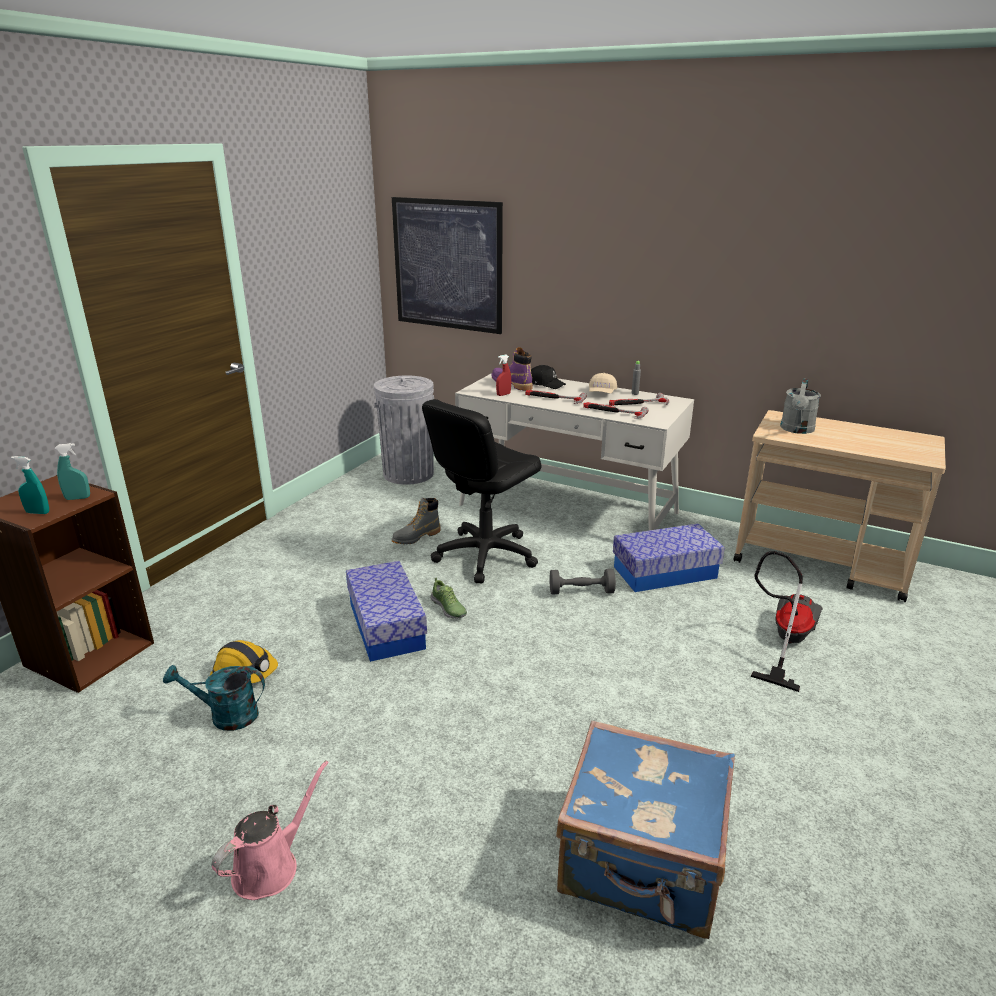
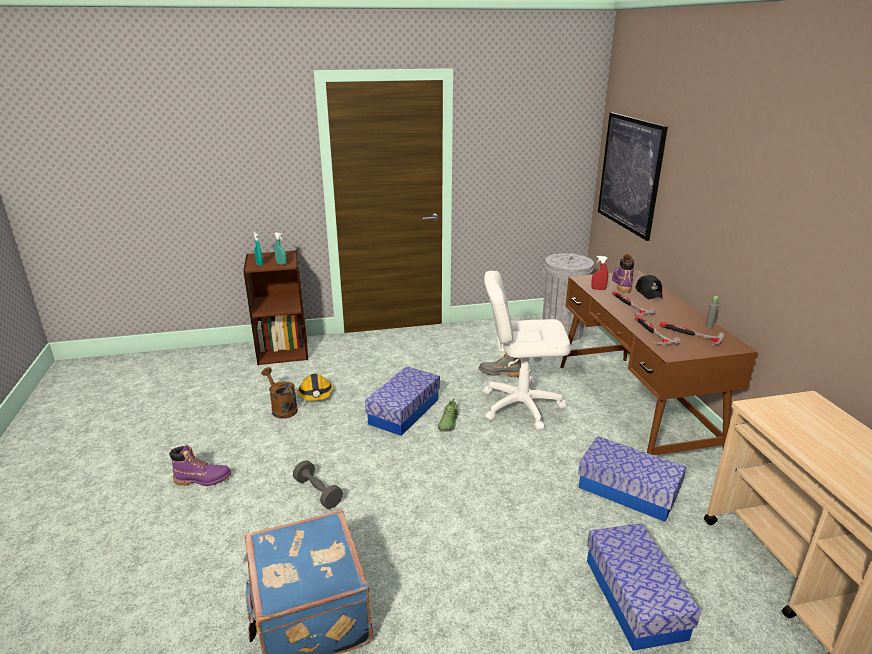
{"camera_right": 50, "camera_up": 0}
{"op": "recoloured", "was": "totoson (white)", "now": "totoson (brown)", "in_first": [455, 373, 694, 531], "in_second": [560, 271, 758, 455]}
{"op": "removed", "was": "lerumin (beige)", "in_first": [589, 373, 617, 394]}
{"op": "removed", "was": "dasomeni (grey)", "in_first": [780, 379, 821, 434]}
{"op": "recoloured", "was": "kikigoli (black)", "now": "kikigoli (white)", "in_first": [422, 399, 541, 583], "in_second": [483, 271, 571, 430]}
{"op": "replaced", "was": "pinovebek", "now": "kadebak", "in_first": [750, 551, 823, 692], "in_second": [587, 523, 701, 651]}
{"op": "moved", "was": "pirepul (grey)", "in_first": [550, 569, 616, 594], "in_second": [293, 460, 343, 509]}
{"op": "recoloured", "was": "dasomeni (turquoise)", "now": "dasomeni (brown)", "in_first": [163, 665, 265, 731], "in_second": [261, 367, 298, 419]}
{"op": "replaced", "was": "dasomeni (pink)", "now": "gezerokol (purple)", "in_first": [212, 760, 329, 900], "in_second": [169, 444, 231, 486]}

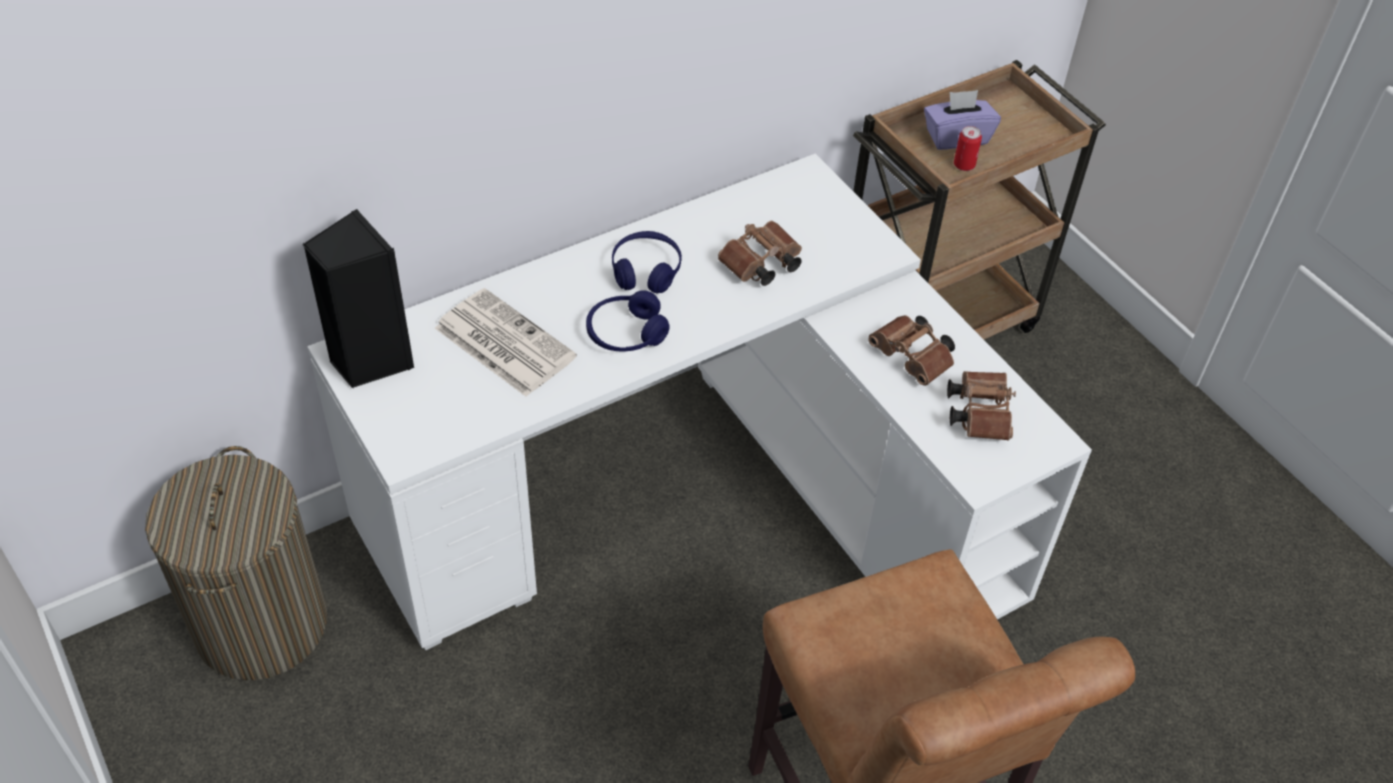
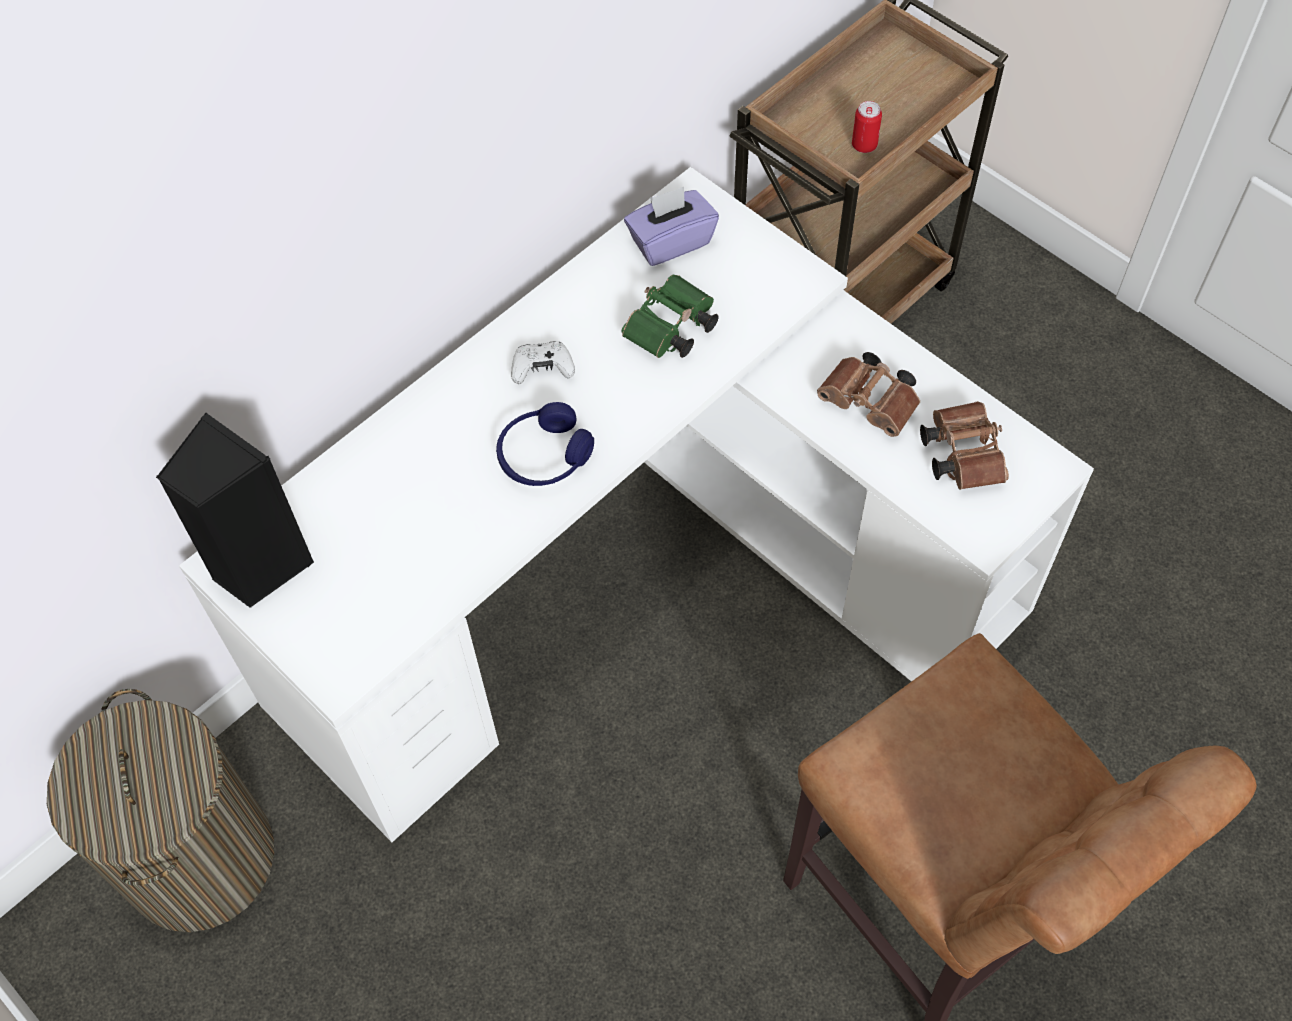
{"camera_right": -10, "camera_up": 10}
{"op": "moved", "was": "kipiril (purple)", "in_first": [924, 90, 1001, 150], "in_second": [624, 187, 719, 266]}
{"op": "recoloured", "was": "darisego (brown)", "now": "darisego (green)", "in_first": [718, 221, 802, 286], "in_second": [621, 275, 719, 358]}
{"op": "replaced", "was": "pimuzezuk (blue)", "now": "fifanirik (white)", "in_first": [612, 231, 682, 293], "in_second": [511, 341, 575, 384]}
{"op": "removed", "was": "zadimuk", "in_first": [435, 288, 577, 397]}

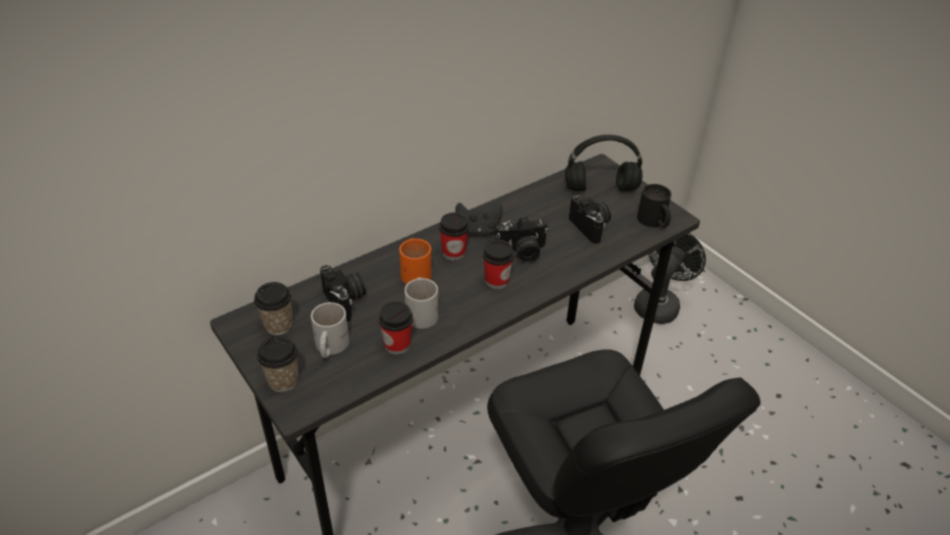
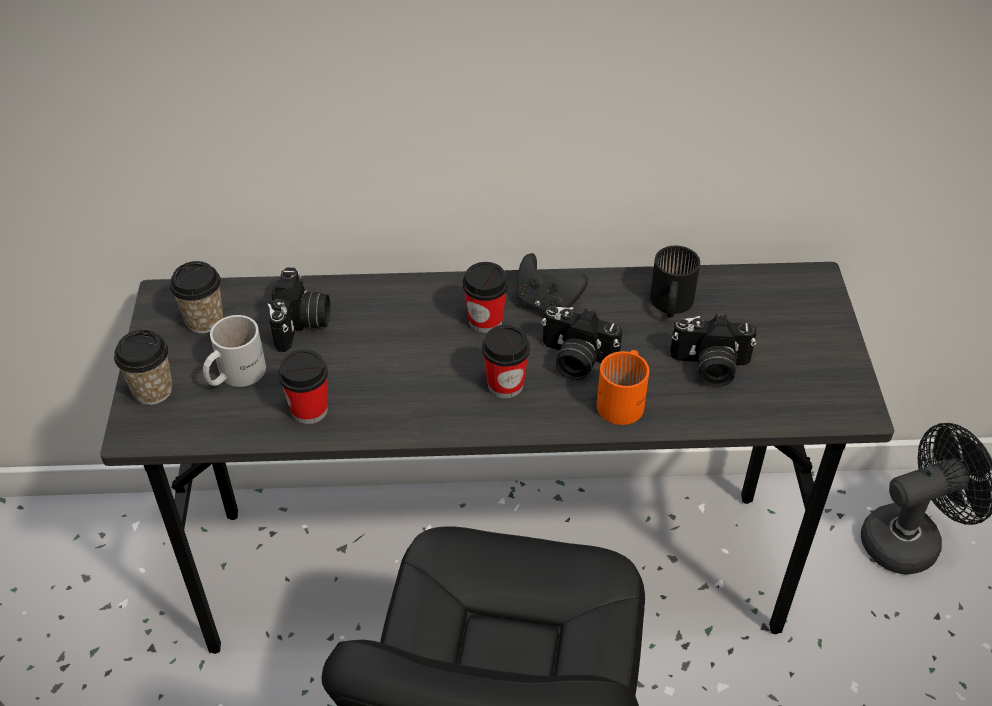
{"camera_right": 35, "camera_up": 5}
{"op": "removed", "was": "pimuzezuk (black)", "in_first": [565, 135, 643, 191]}
{"op": "moved", "was": "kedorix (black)", "in_first": [637, 184, 671, 228], "in_second": [650, 246, 700, 317]}
{"op": "turned", "was": "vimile", "in_first": [569, 194, 611, 244], "in_second": [670, 314, 757, 387], "clockwise": 90}
{"op": "moved", "was": "kedorix (orange)", "in_first": [399, 239, 432, 284], "in_second": [597, 350, 649, 425]}
{"op": "removed", "was": "kedorix (white)", "in_first": [405, 277, 438, 329]}

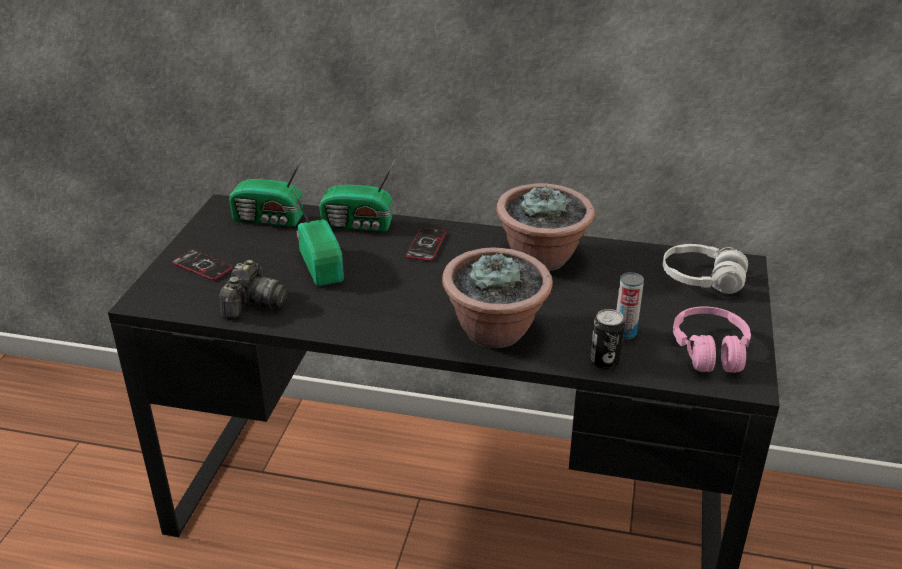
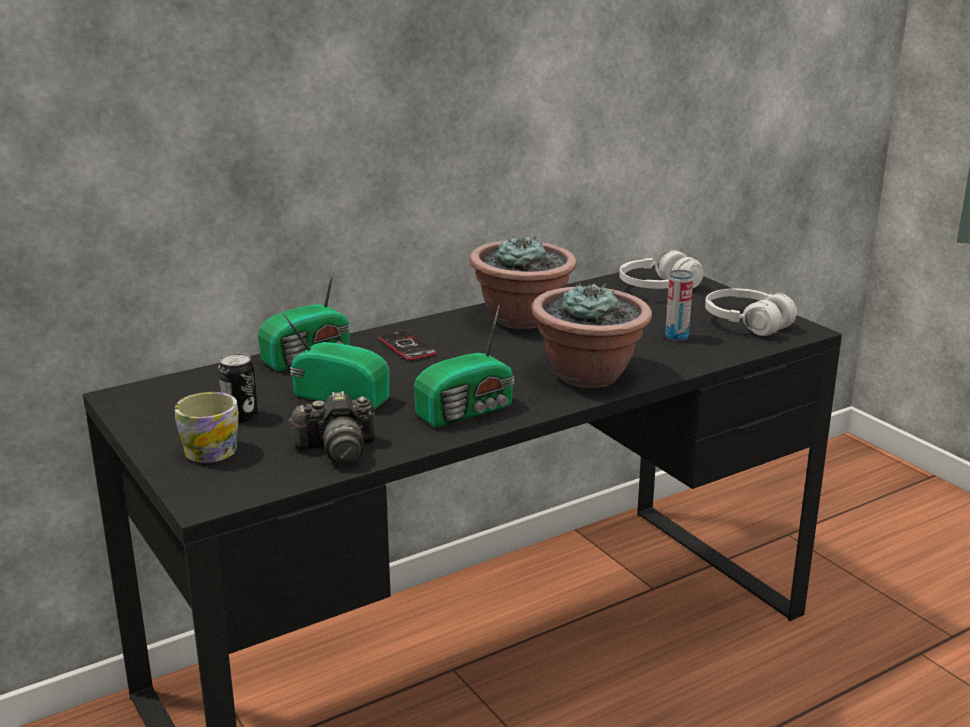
{"camera_right": -45, "camera_up": -10}
{"op": "moved", "was": "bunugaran", "in_first": [229, 154, 304, 226], "in_second": [414, 306, 514, 427]}
{"op": "replaced", "was": "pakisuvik", "now": "kedorix", "in_first": [172, 250, 233, 280], "in_second": [175, 392, 239, 463]}
{"op": "turned", "was": "vimile", "in_first": [220, 260, 287, 320], "in_second": [289, 391, 376, 465], "clockwise": 105}
{"op": "recoloured", "was": "pimuzezuk (pink)", "now": "pimuzezuk (white)", "in_first": [673, 306, 751, 373], "in_second": [705, 289, 797, 336]}
{"op": "moved", "was": "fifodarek", "in_first": [590, 309, 625, 369], "in_second": [218, 353, 258, 422]}

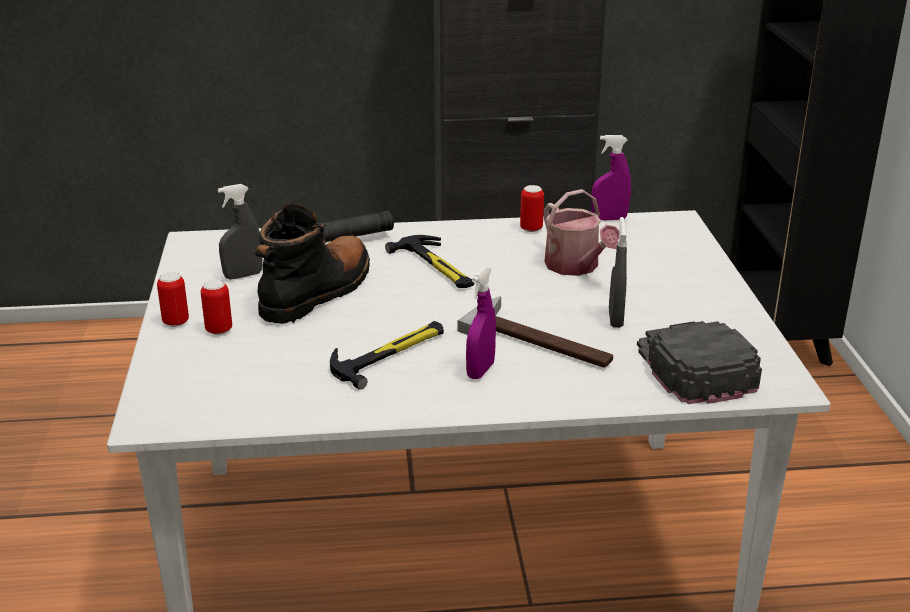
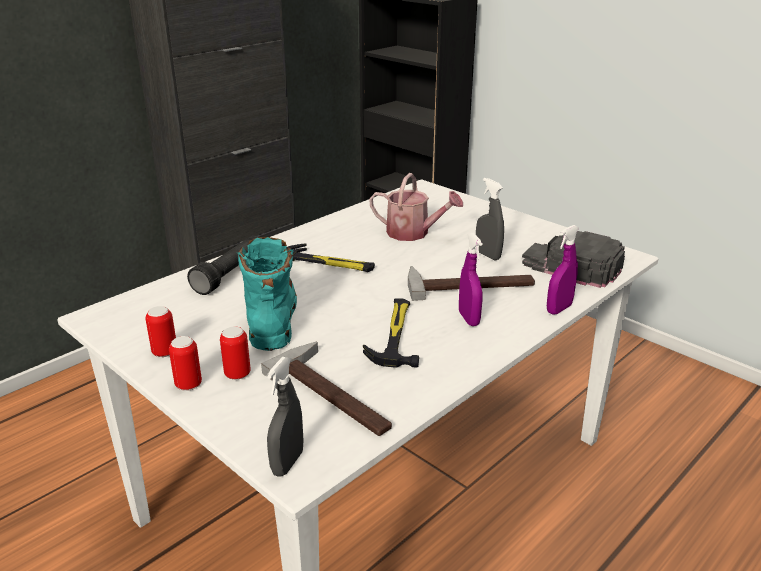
{"camera_right": -40, "camera_up": 0}
{"op": "moved", "was": "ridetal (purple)", "in_first": [591, 135, 631, 220], "in_second": [547, 225, 579, 315]}
{"op": "moved", "was": "ridetal (grey)", "in_first": [218, 184, 263, 279], "in_second": [267, 357, 304, 477]}
{"op": "moved", "was": "fifodarek", "in_first": [520, 185, 544, 232], "in_second": [145, 306, 176, 357]}
{"op": "recoloured", "was": "gezerokol (black)", "now": "gezerokol (turquoise)", "in_first": [255, 204, 370, 324], "in_second": [237, 237, 297, 351]}
{"op": "added", "now": "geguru", "in_second": [261, 342, 392, 436]}

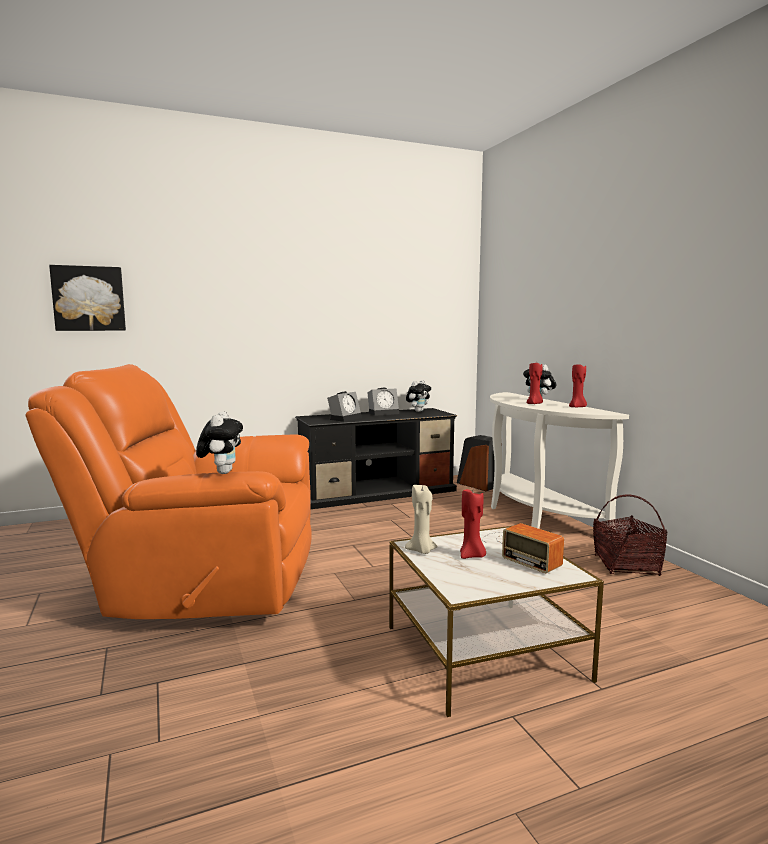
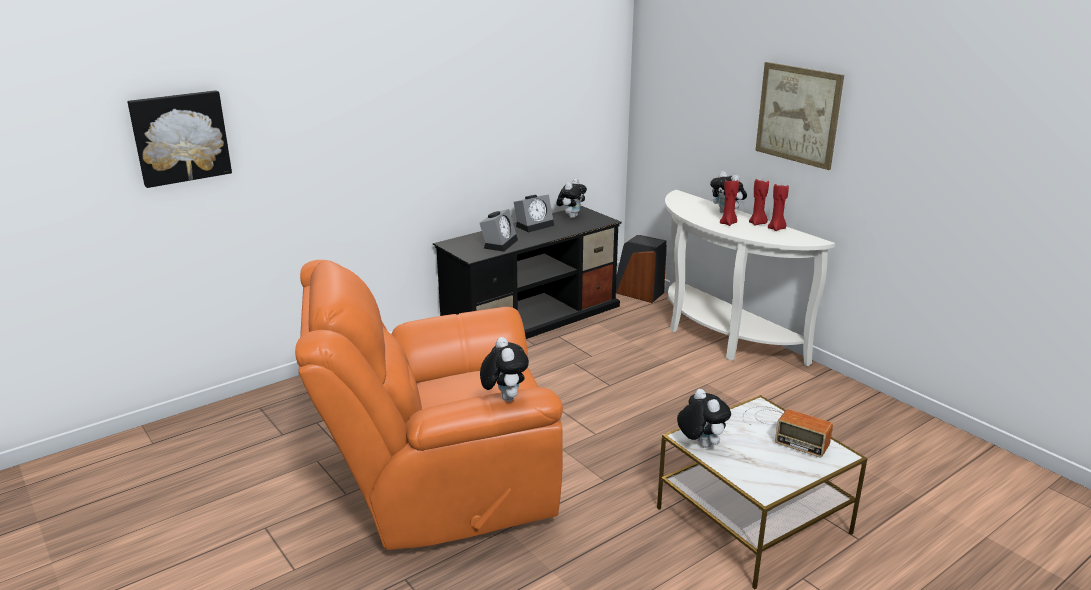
{"camera_right": -15, "camera_up": 15}
{"op": "replaced", "was": "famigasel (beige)", "now": "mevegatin", "in_first": [405, 484, 438, 554], "in_second": [677, 389, 731, 448]}
{"op": "moved", "was": "famigasel (red)", "in_first": [460, 489, 486, 559], "in_second": [749, 179, 769, 226]}
{"op": "removed", "was": "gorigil", "in_first": [593, 495, 668, 576]}
{"op": "added", "now": "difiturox", "in_second": [755, 62, 844, 170]}

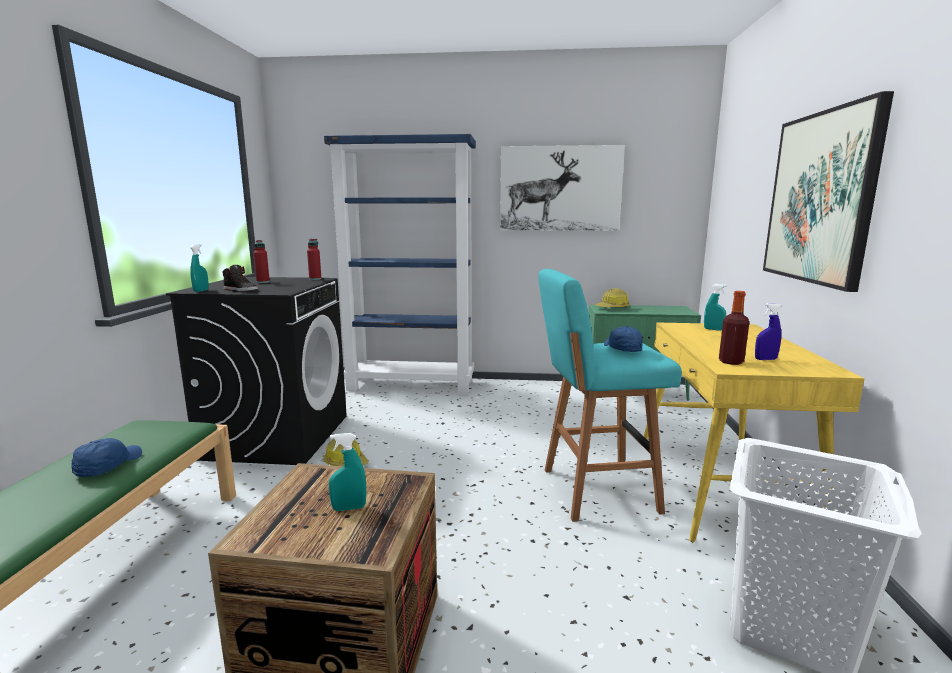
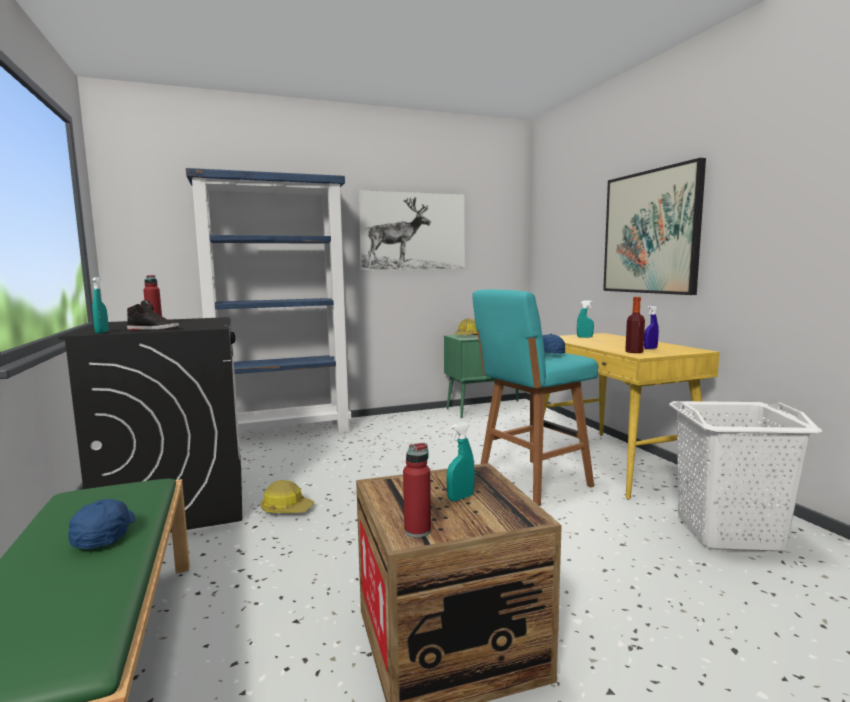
{"camera_right": -25, "camera_up": -5}
{"op": "moved", "was": "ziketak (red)", "in_first": [307, 239, 322, 280], "in_second": [403, 443, 431, 538]}

